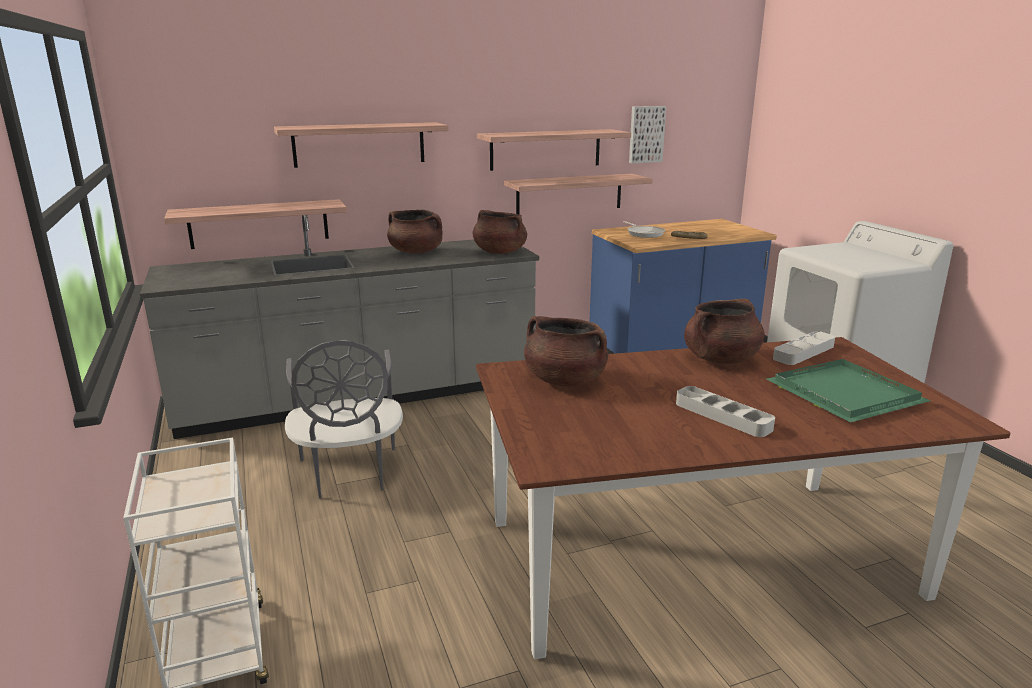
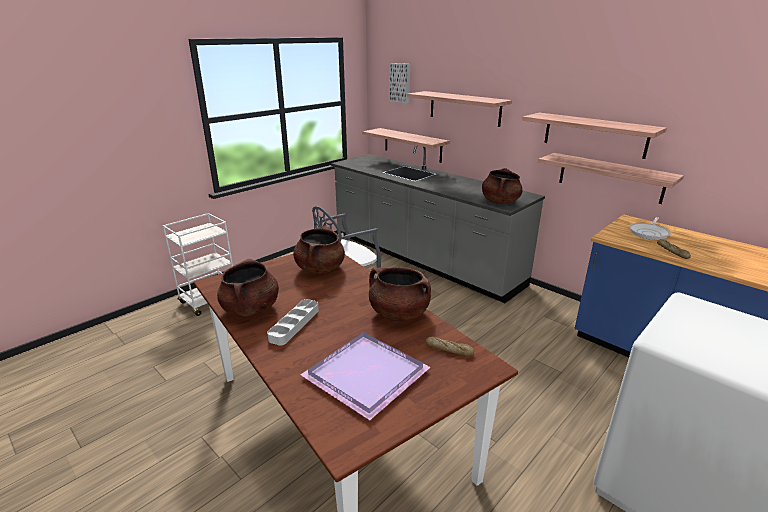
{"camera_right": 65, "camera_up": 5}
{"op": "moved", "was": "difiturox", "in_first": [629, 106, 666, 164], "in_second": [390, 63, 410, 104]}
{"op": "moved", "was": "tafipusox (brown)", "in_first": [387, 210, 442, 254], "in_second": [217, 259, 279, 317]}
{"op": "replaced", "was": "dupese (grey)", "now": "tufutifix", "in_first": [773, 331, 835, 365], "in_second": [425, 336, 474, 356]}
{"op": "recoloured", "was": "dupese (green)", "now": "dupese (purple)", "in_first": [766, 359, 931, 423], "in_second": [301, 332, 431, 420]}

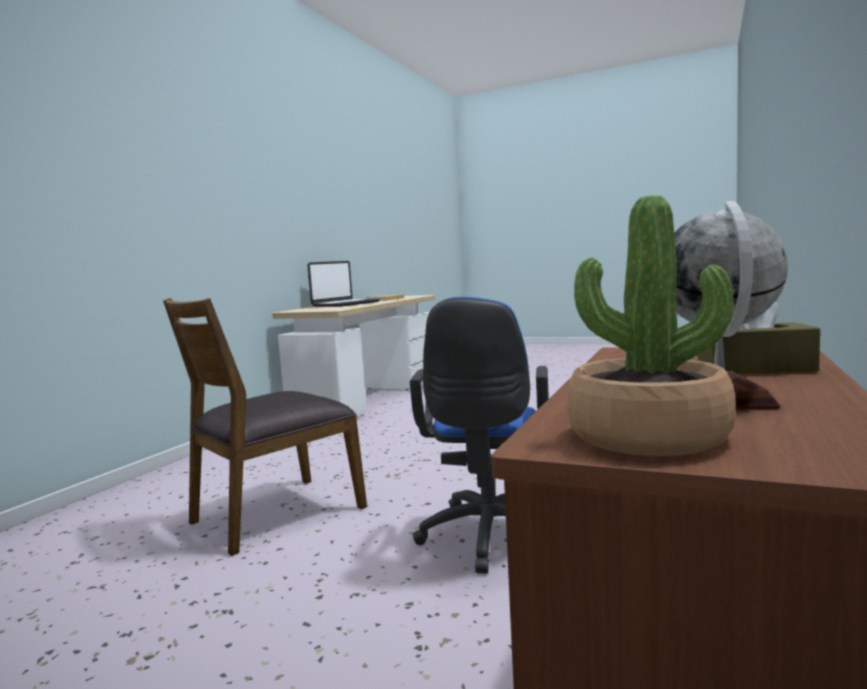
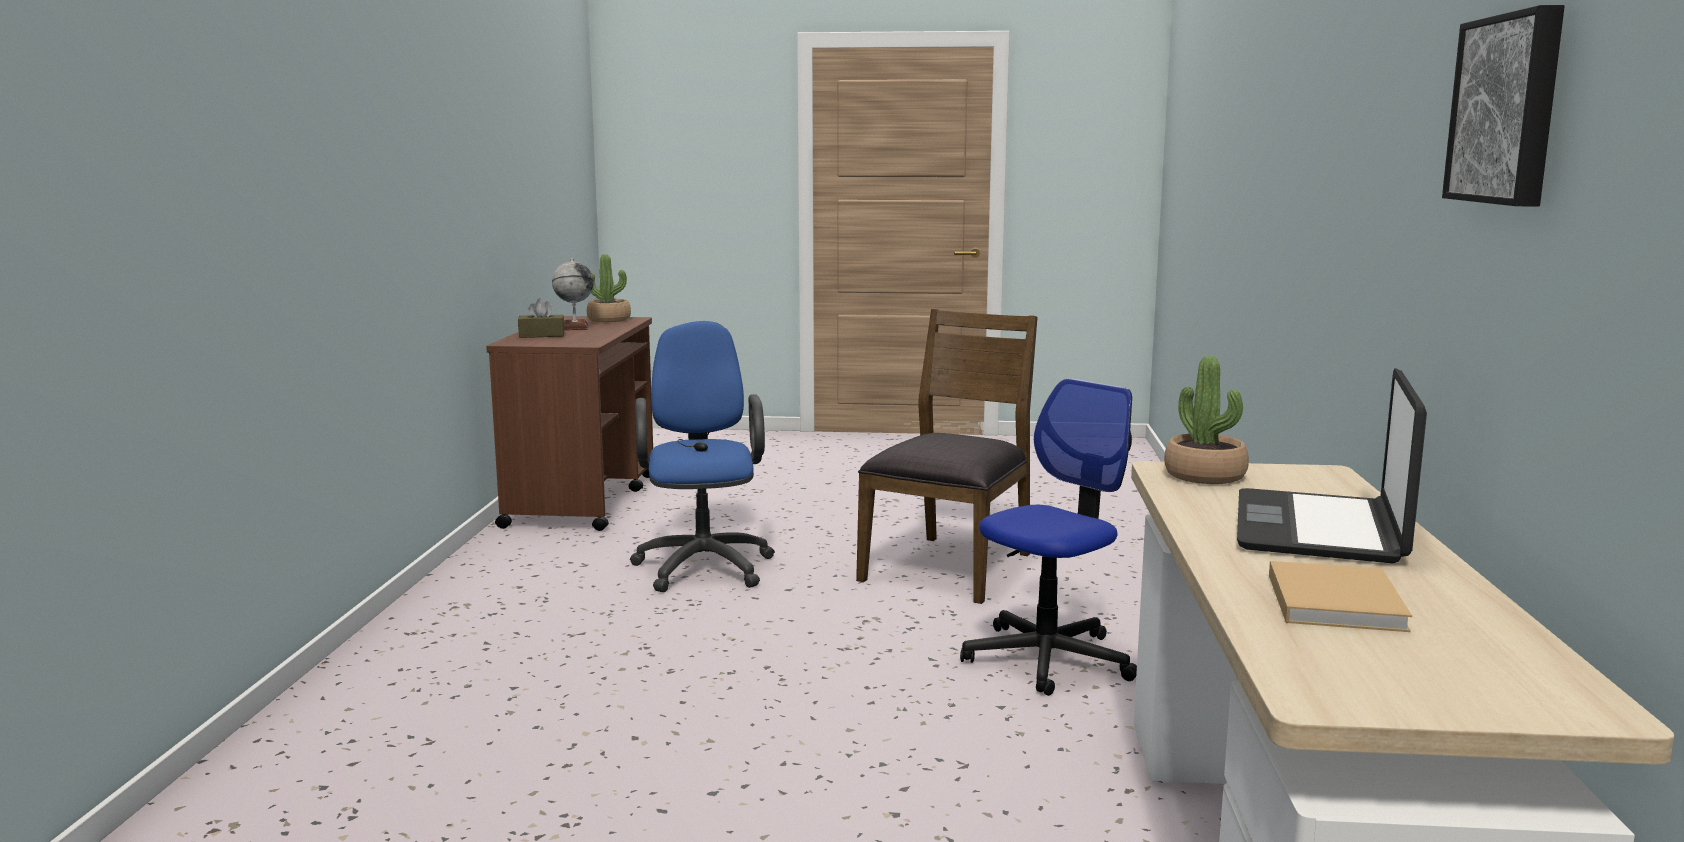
{"camera_right": 160, "camera_up": 5}
{"op": "added", "now": "difiturox", "in_second": [1442, 5, 1565, 206]}
{"op": "added", "now": "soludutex", "in_second": [1164, 356, 1249, 484]}
{"op": "added", "now": "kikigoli", "in_second": [960, 378, 1137, 696]}

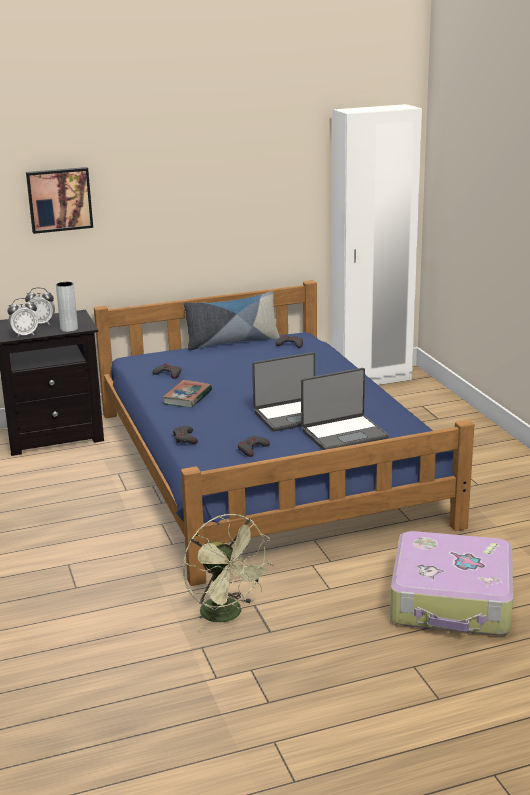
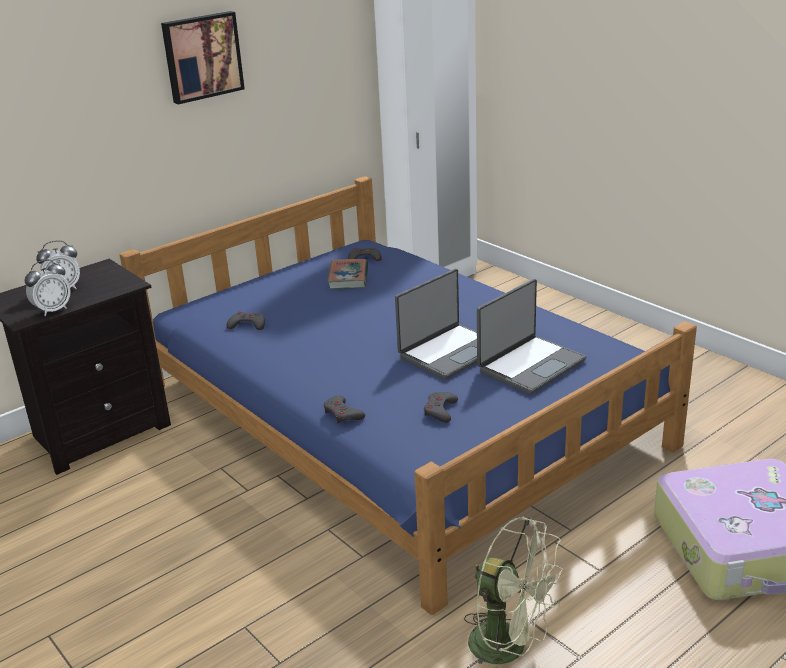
{"camera_right": -20, "camera_up": 5}
{"op": "moved", "was": "difiturox", "in_first": [26, 167, 93, 234], "in_second": [161, 11, 245, 104]}
{"op": "removed", "was": "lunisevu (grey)", "in_first": [56, 282, 78, 332]}
{"op": "removed", "was": "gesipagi", "in_first": [183, 291, 280, 350]}
{"op": "moved", "was": "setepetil", "in_first": [163, 380, 212, 407], "in_second": [327, 259, 368, 289]}

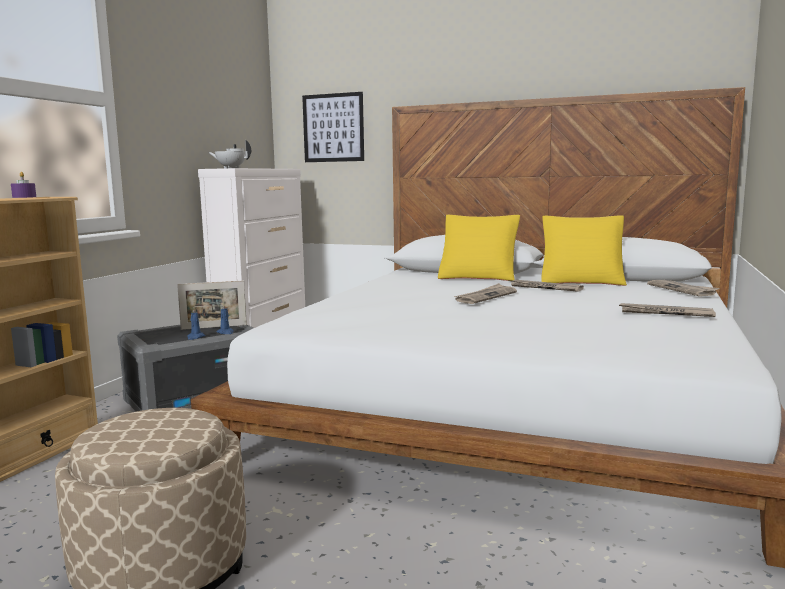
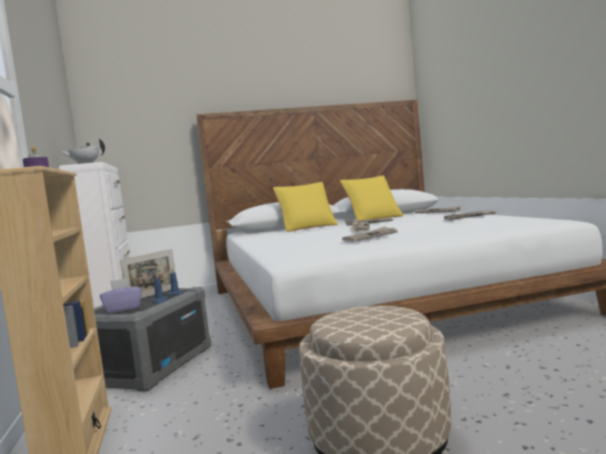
{"camera_right": -35, "camera_up": -5}
{"op": "removed", "was": "difiturox", "in_first": [302, 92, 364, 162]}
{"op": "added", "now": "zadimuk", "in_second": [342, 226, 398, 242]}
{"op": "added", "now": "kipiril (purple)", "in_second": [100, 278, 142, 314]}

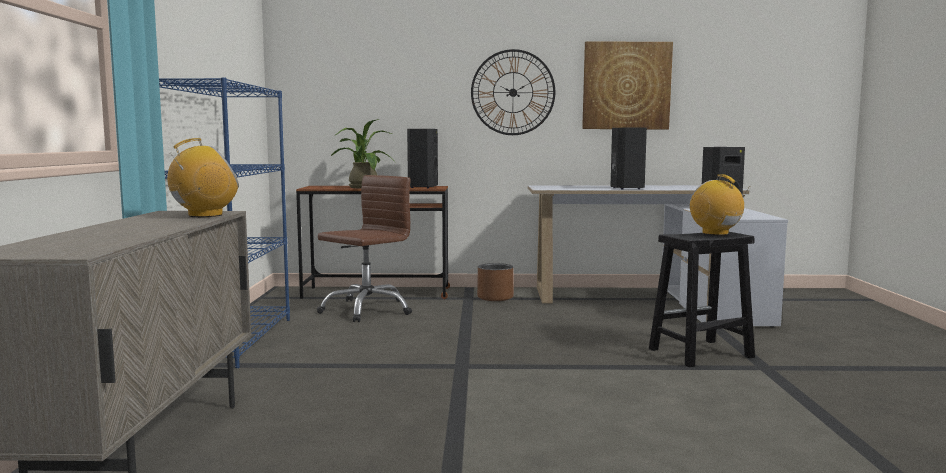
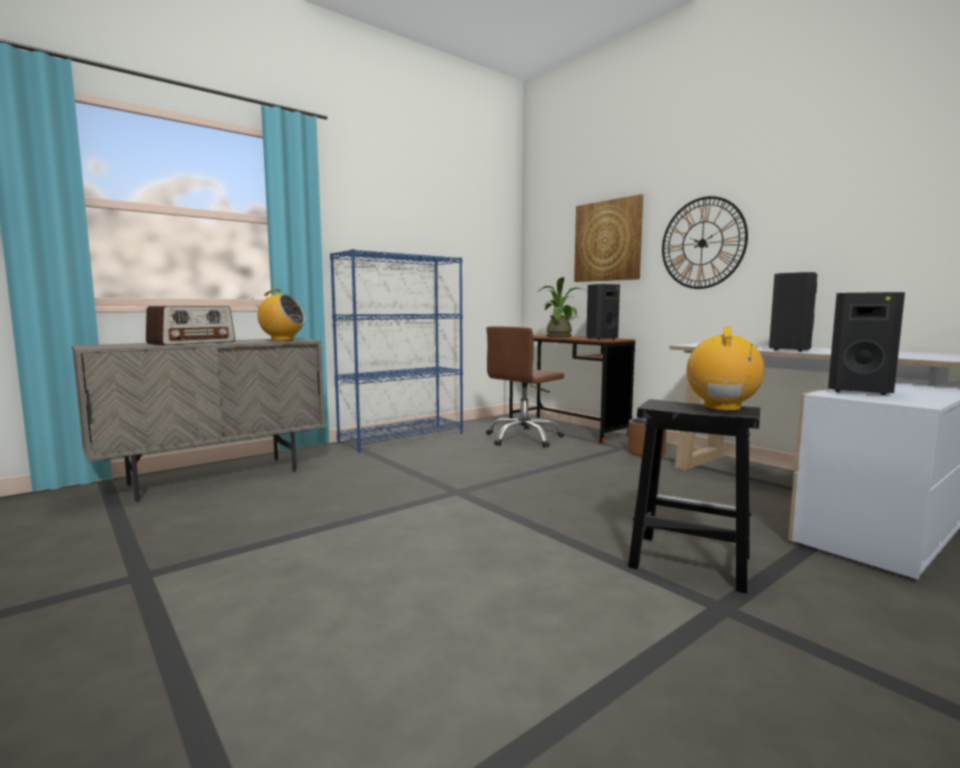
{"camera_right": 50, "camera_up": 0}
{"op": "moved", "was": "difiturox", "in_first": [582, 41, 673, 130], "in_second": [574, 194, 643, 282]}
{"op": "turned", "was": "kikigoli (brown)", "in_first": [317, 175, 412, 322], "in_second": [486, 326, 564, 448], "clockwise": 135}
{"op": "added", "now": "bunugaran", "in_second": [146, 306, 235, 345]}

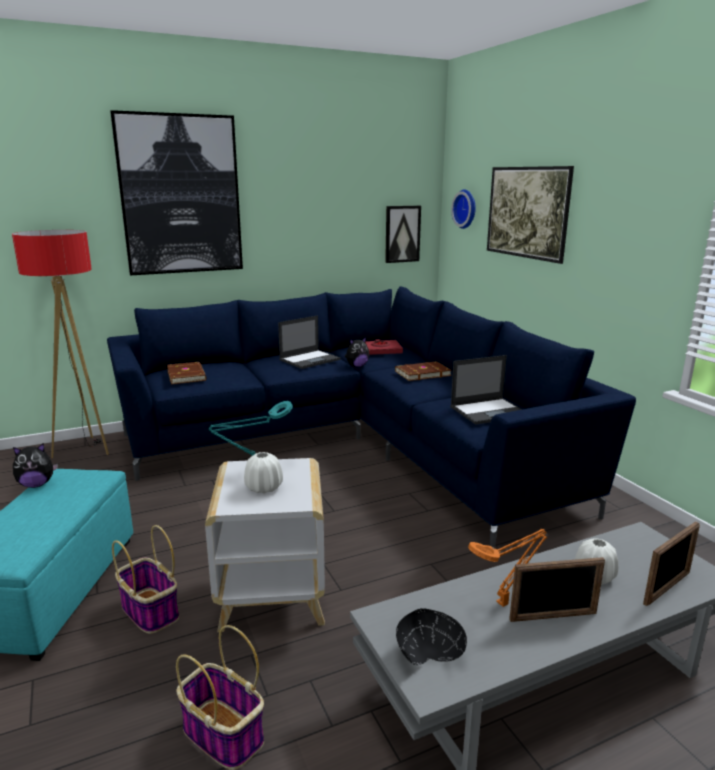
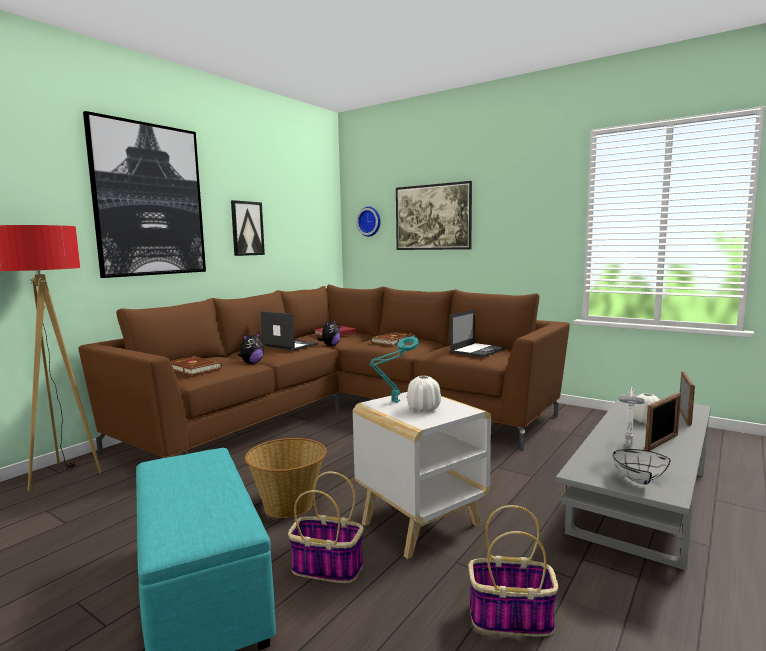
{"camera_right": -30, "camera_up": -10}
{"op": "moved", "was": "difiturox", "in_first": [385, 206, 421, 263], "in_second": [231, 200, 265, 256]}
{"op": "recoloured", "was": "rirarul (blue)", "now": "rirarul (brown)", "in_first": [107, 286, 636, 548], "in_second": [79, 284, 570, 458]}
{"op": "turned", "was": "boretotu", "in_first": [278, 315, 341, 369], "in_second": [261, 311, 318, 351], "clockwise": -75}
{"op": "moved", "was": "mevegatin", "in_first": [13, 444, 58, 488], "in_second": [238, 332, 264, 364]}
{"op": "recoloured", "was": "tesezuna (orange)", "now": "tesezuna (grey)", "in_first": [468, 529, 547, 607], "in_second": [619, 387, 645, 446]}
{"op": "recoloured", "was": "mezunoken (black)", "now": "mezunoken (white)", "in_first": [396, 608, 467, 665], "in_second": [613, 449, 671, 485]}
{"op": "added", "now": "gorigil", "in_second": [245, 438, 327, 518]}

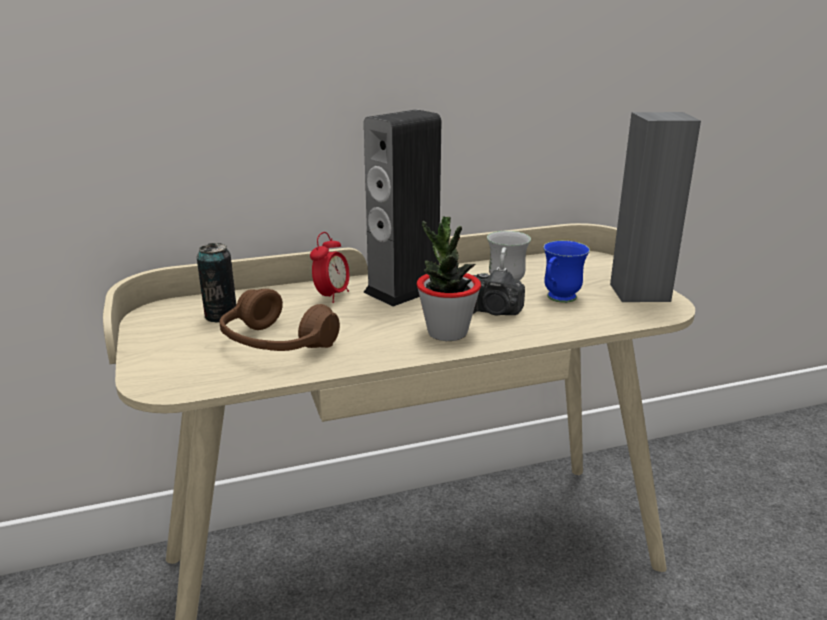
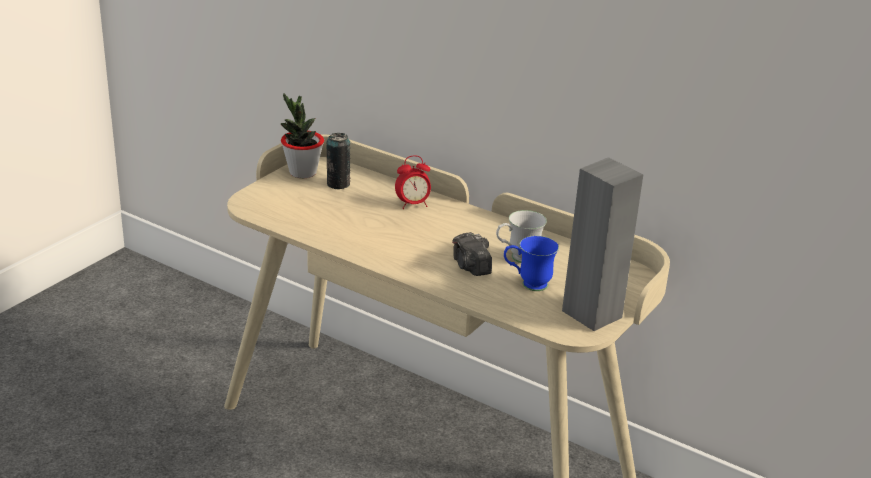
{"camera_right": 50, "camera_up": 5}
{"op": "removed", "was": "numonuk", "in_first": [363, 109, 441, 307]}
{"op": "moved", "was": "soludutex", "in_first": [416, 216, 481, 341], "in_second": [281, 93, 324, 178]}
{"op": "removed", "was": "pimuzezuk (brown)", "in_first": [220, 289, 340, 351]}

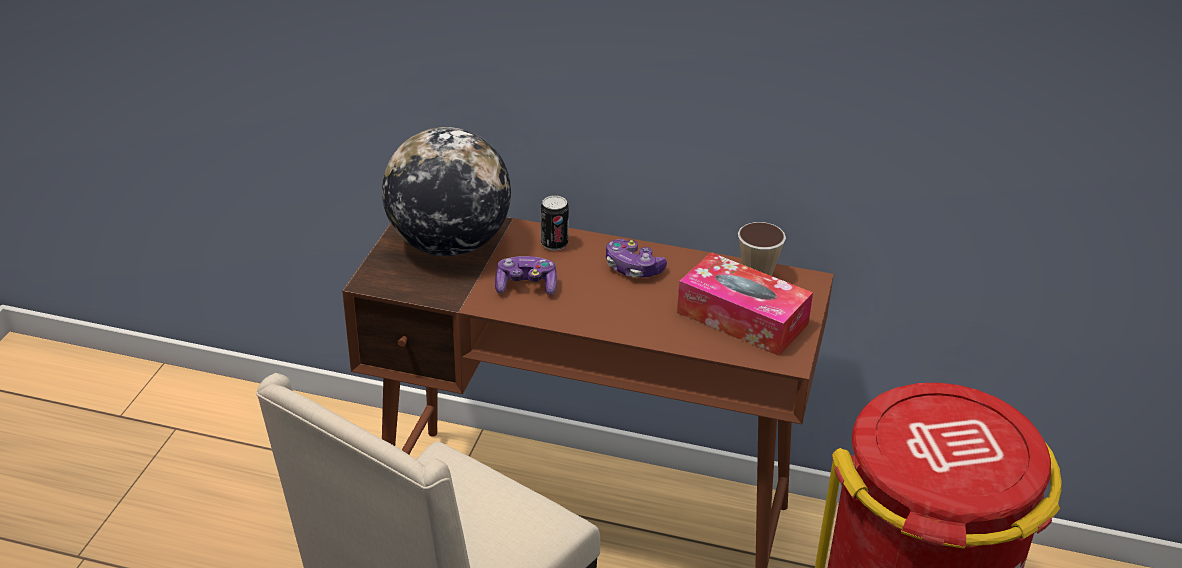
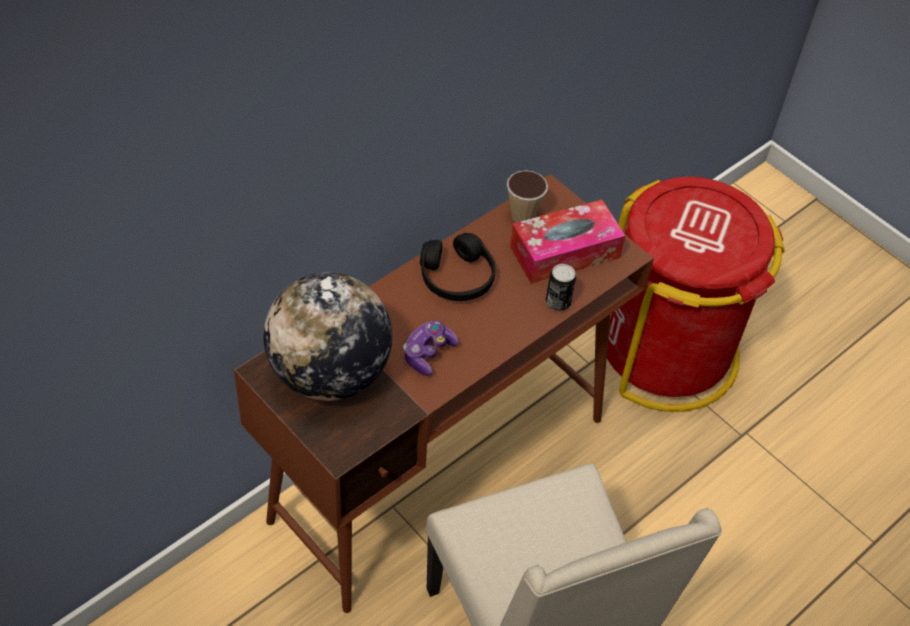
{"camera_right": -60, "camera_up": 15}
{"op": "moved", "was": "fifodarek", "in_first": [541, 195, 569, 250], "in_second": [546, 264, 576, 311]}
{"op": "replaced", "was": "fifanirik", "now": "pimuzezuk (black)", "in_first": [606, 239, 667, 277], "in_second": [420, 233, 496, 301]}

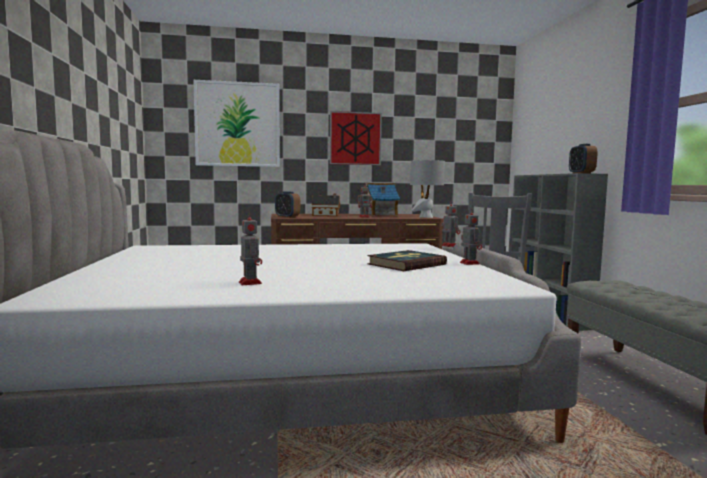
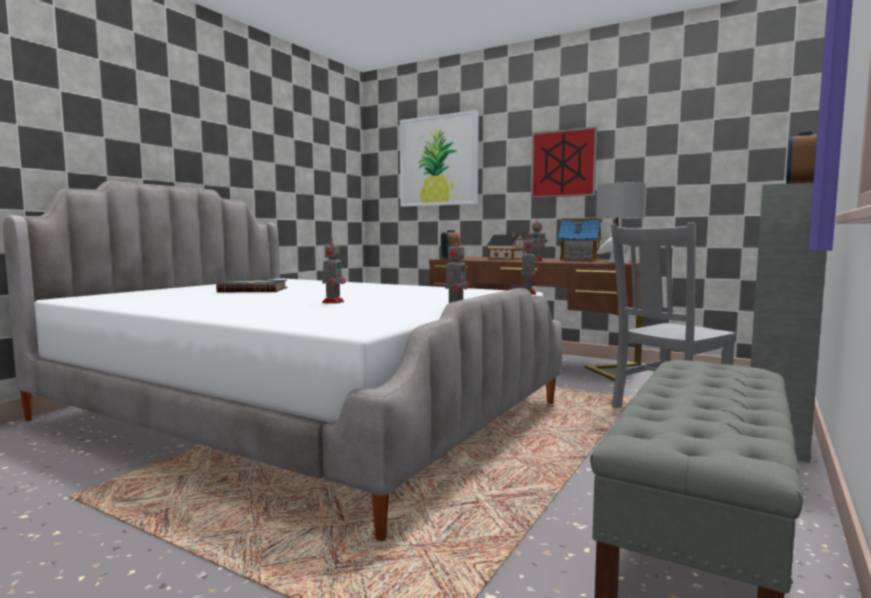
{"camera_right": 40, "camera_up": 0}
{"op": "moved", "was": "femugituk", "in_first": [239, 211, 262, 285], "in_second": [322, 238, 346, 304]}
{"op": "moved", "was": "setepetil", "in_first": [367, 250, 447, 271], "in_second": [216, 280, 287, 292]}

